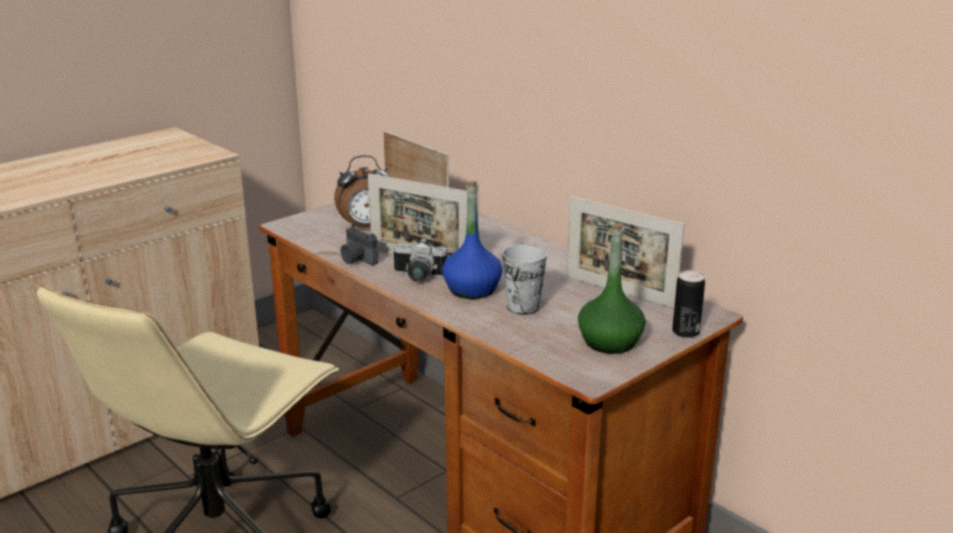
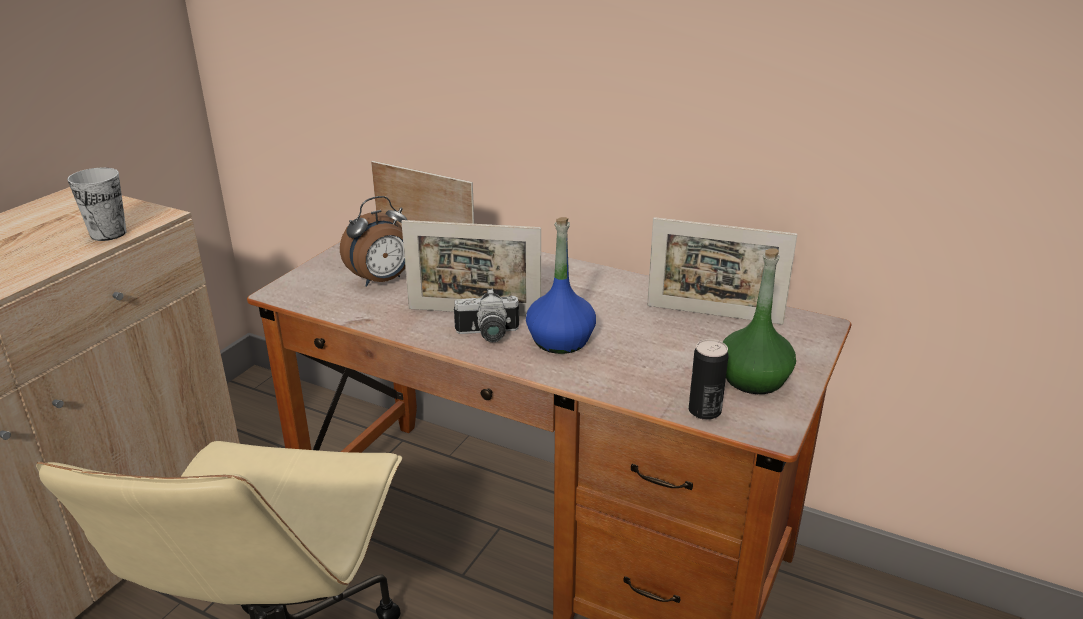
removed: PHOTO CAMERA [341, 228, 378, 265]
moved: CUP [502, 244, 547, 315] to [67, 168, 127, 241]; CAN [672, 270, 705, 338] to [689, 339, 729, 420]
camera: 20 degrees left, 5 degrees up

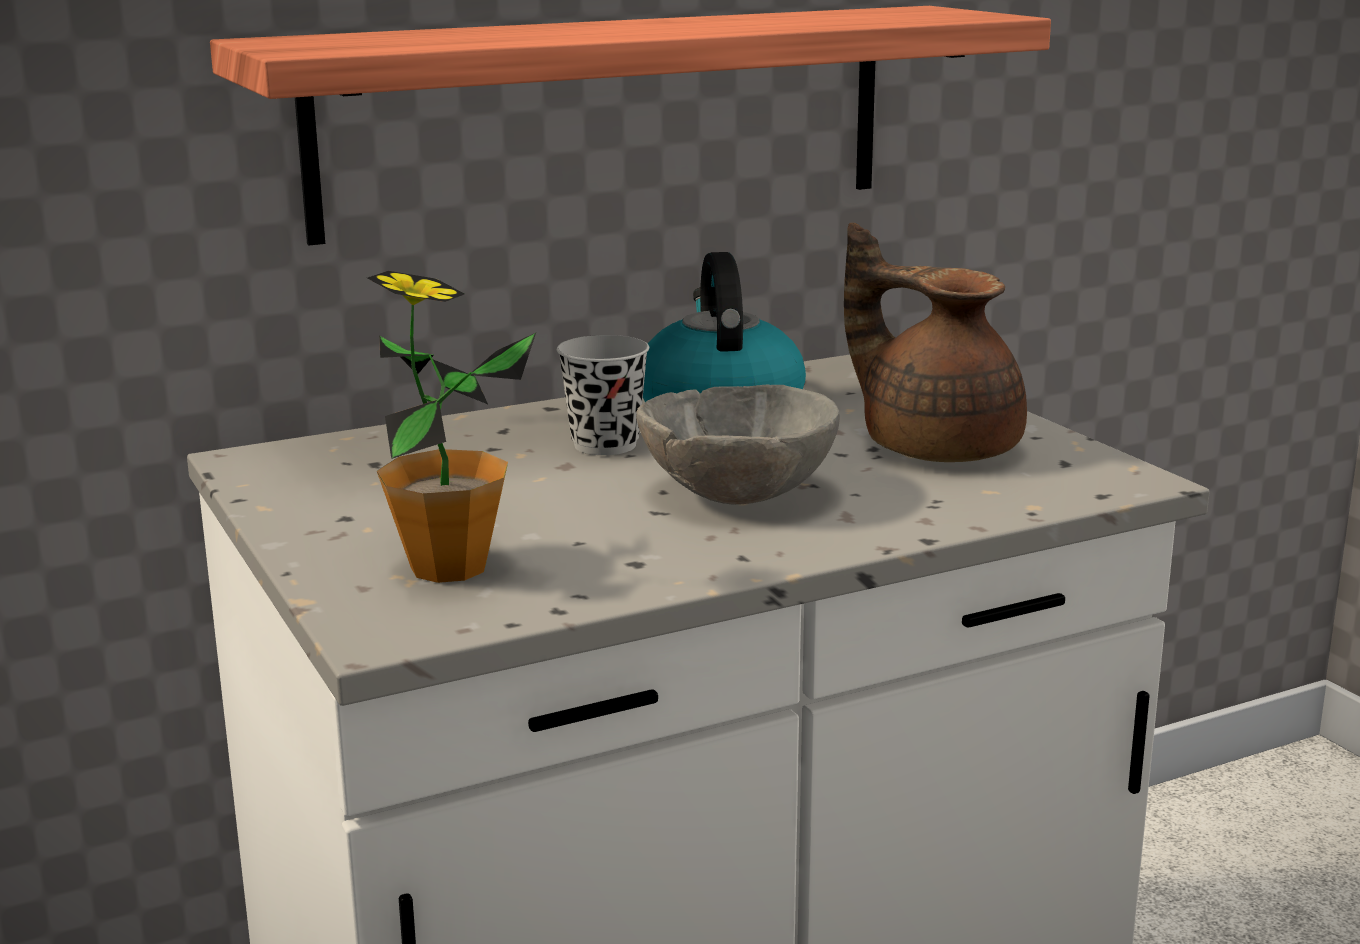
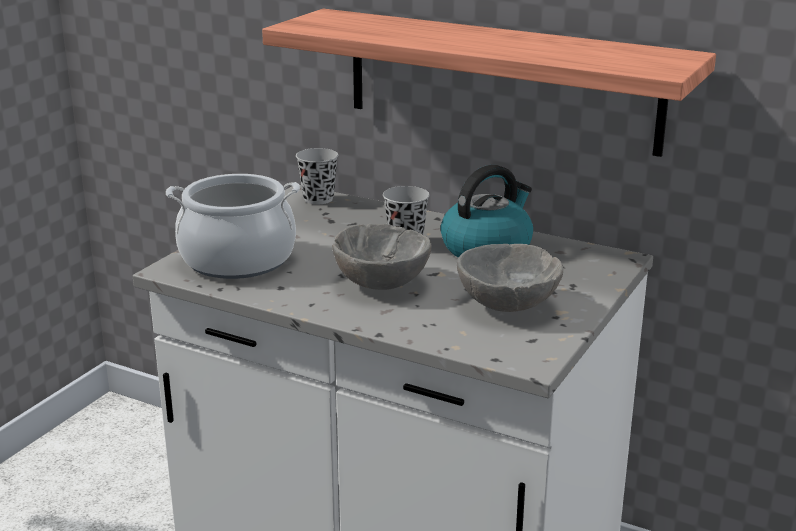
added: BLACK CUP [296, 148, 338, 204]
replaced: POTTED PLANT [368, 271, 536, 583] to COOKING POT [166, 174, 300, 279]; BROWN TEAPOT [844, 223, 1027, 462] to GREY BOWL [457, 244, 563, 312]
camera: 55 degrees right, 5 degrees up

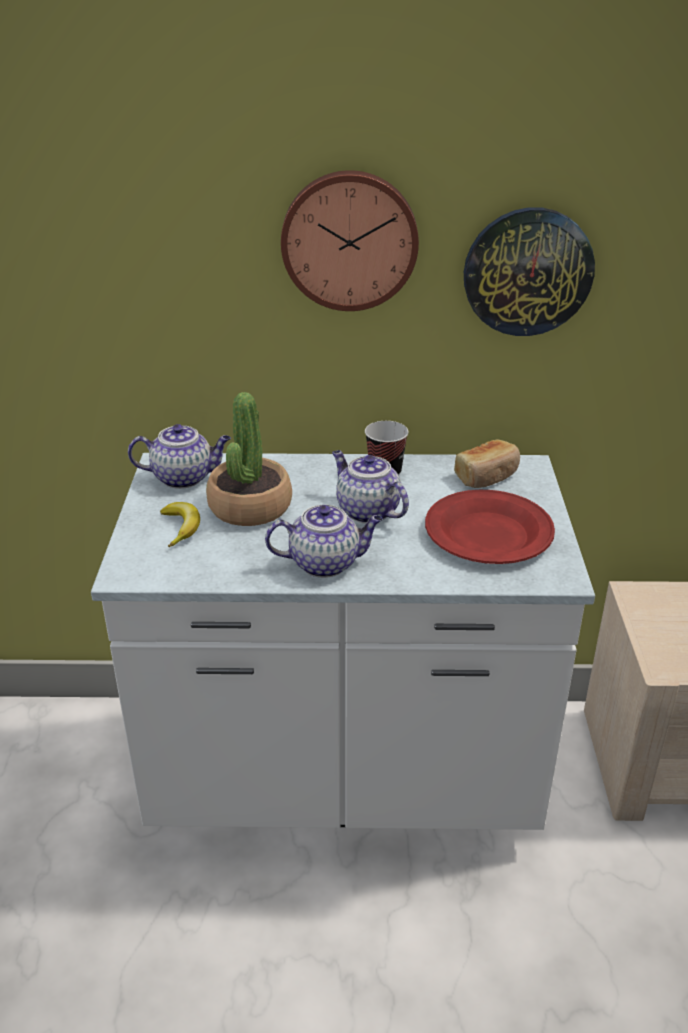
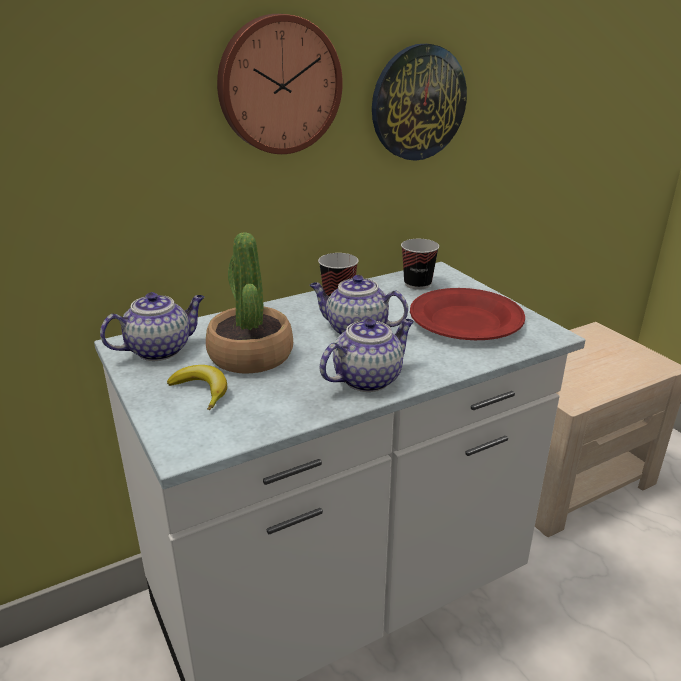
replaced: BREAD [454, 439, 520, 488] to CUP [401, 239, 439, 290]
camera: 30 degrees left, 5 degrees down

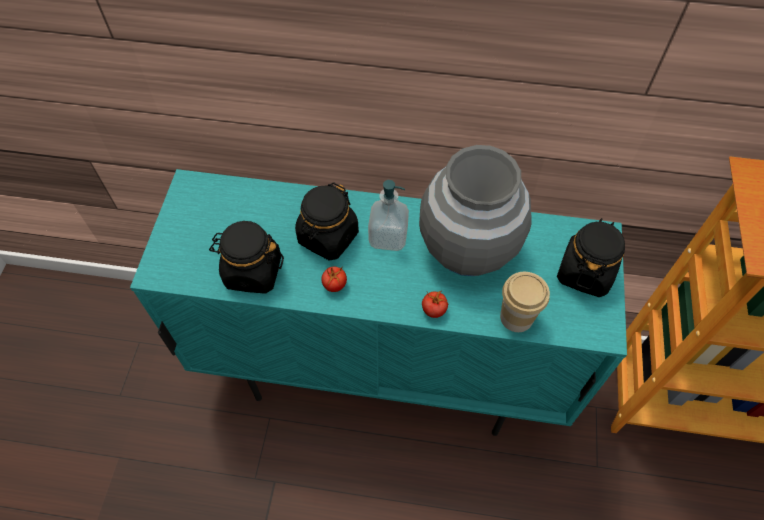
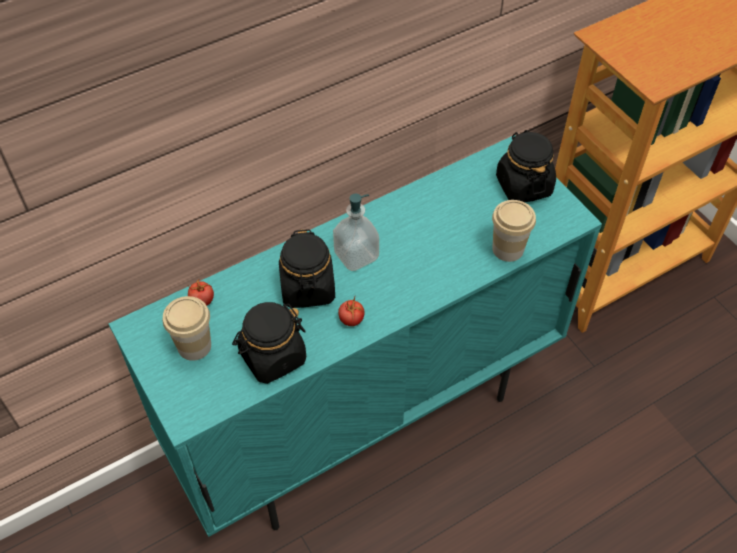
removed: GREY VASE [419, 145, 532, 276]
added: CUP [163, 296, 211, 361]
moved: TOMATO [422, 291, 448, 318] to [188, 279, 214, 306]
camera: 40 degrees left, 5 degrees down

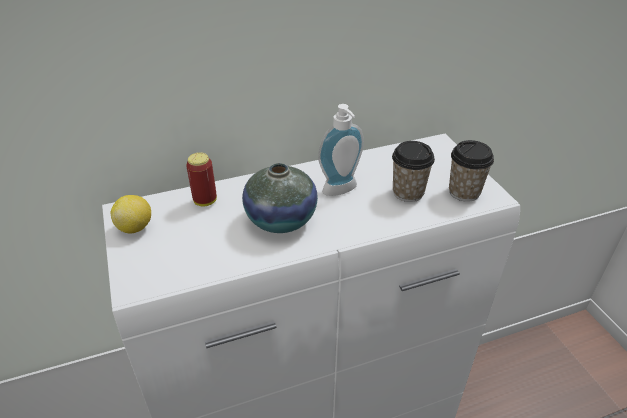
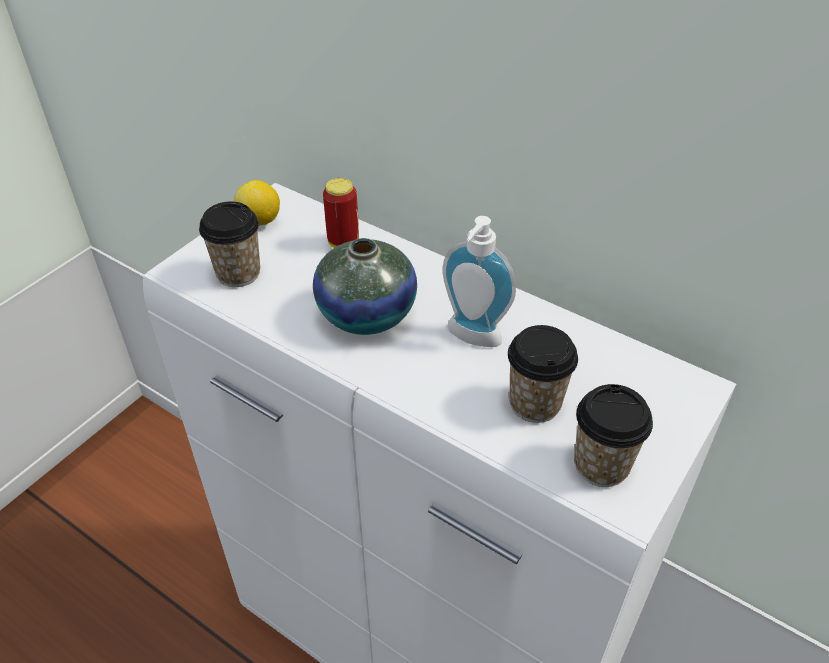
added: CUP [199, 202, 260, 287]
camera: 55 degrees right, 5 degrees up

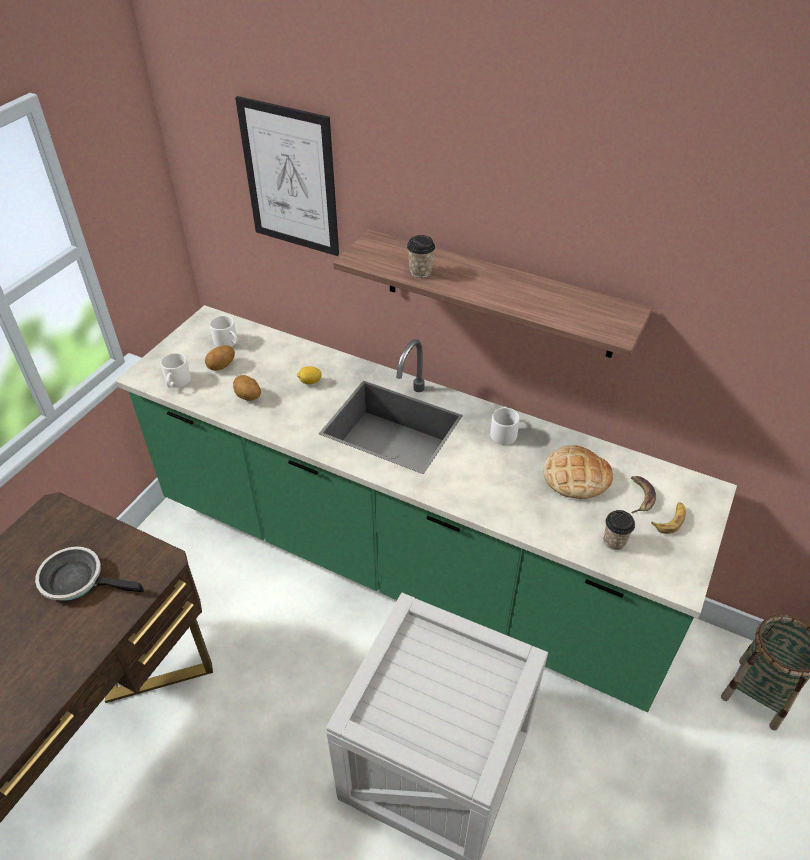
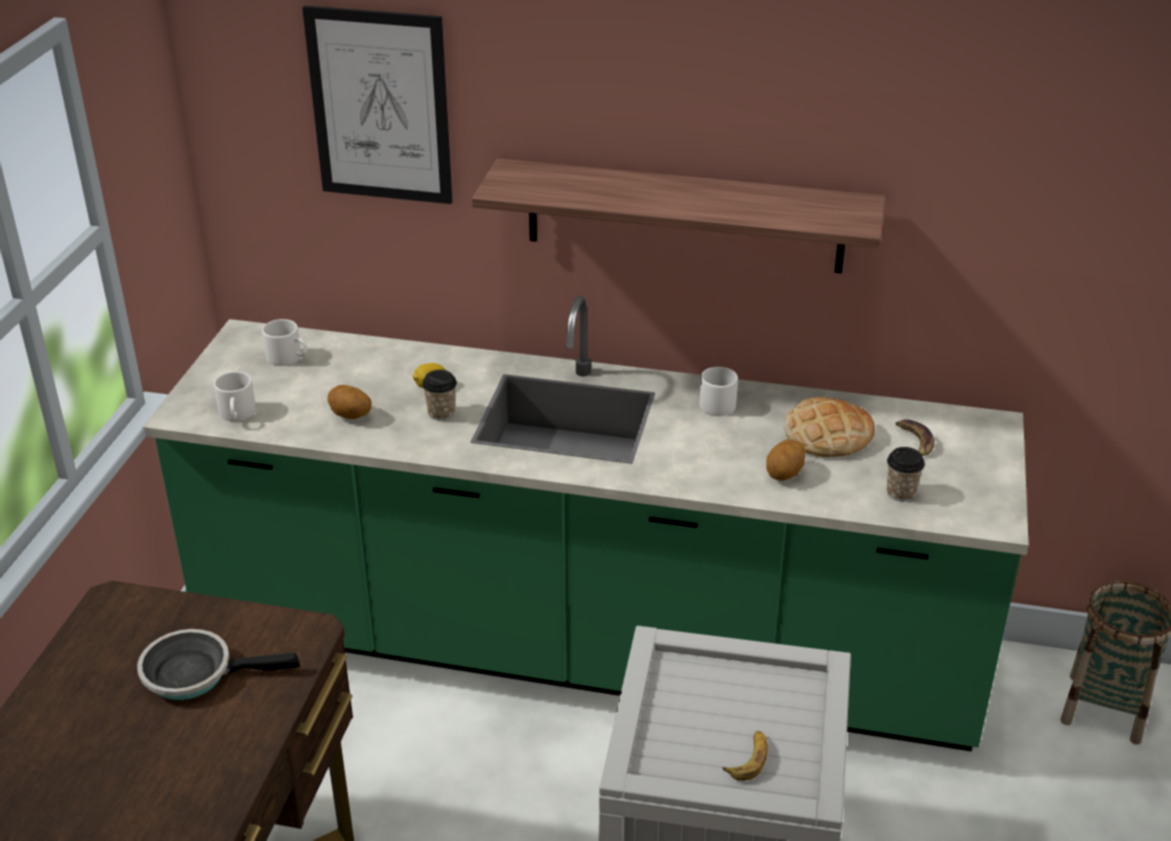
moved: POTATO [205, 345, 235, 371] to [766, 439, 806, 481]; CUP [407, 235, 435, 278] to [422, 370, 457, 421]; BANANA [651, 502, 686, 534] to [722, 731, 768, 781]
camera: 15 degrees left, 10 degrees down

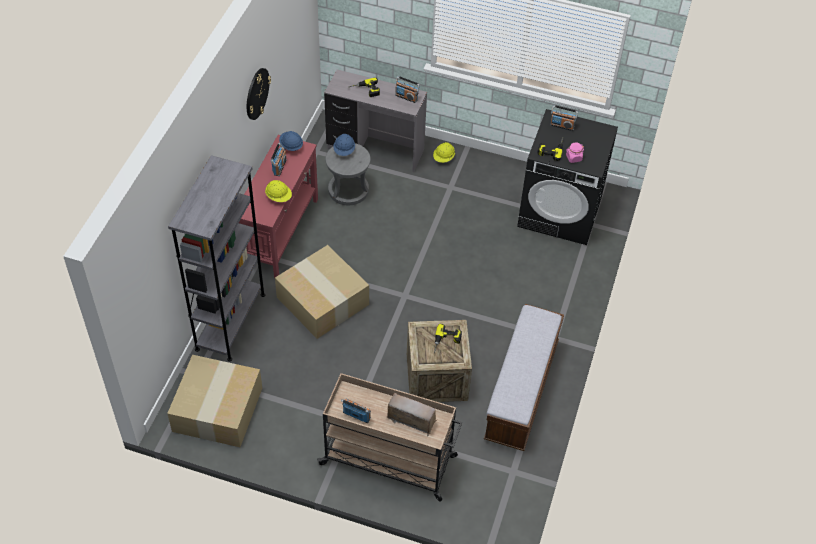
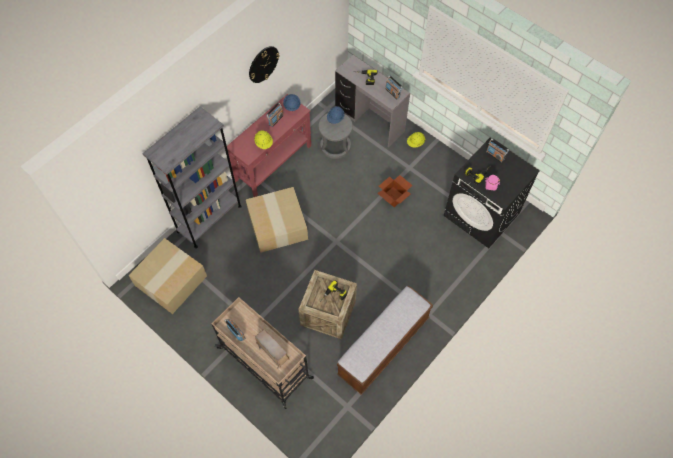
added: CARDBOARD BOX [377, 175, 413, 207]
camera: 25 degrees right, 10 degrees up

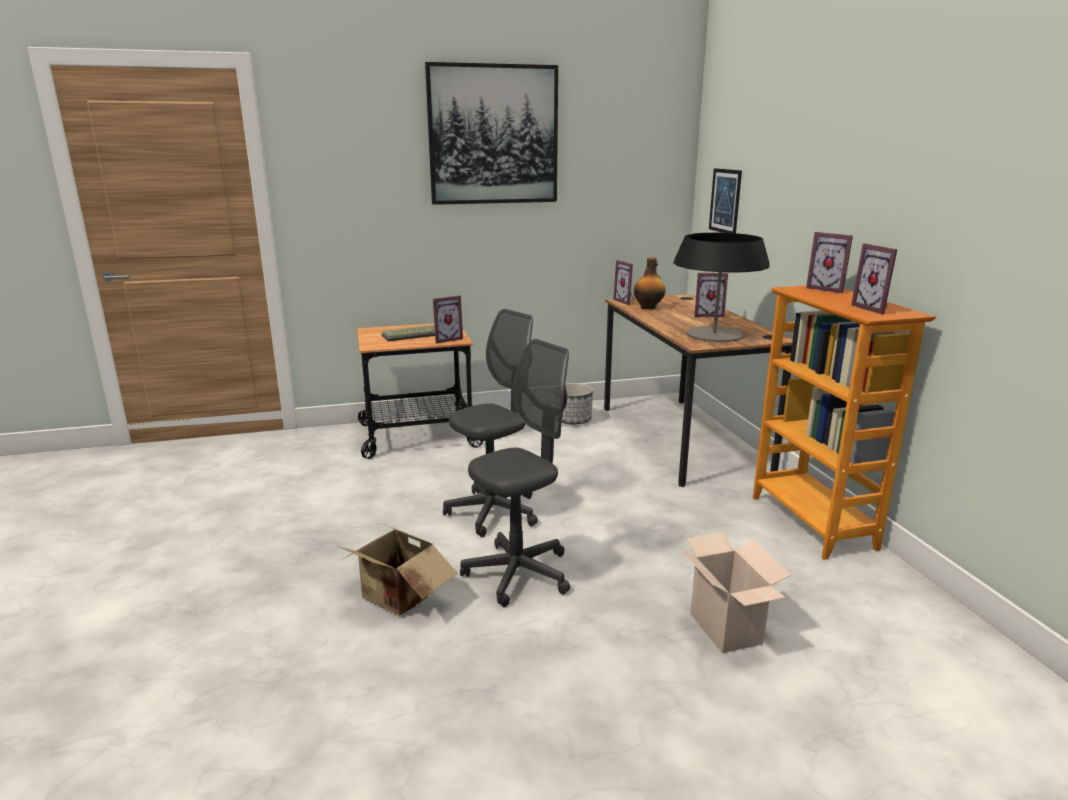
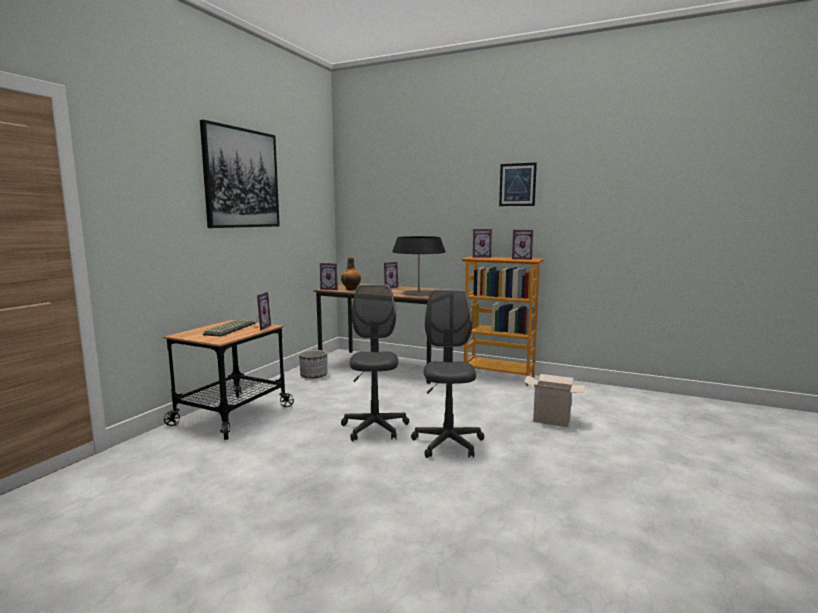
removed: CARDBOARD BOX [337, 522, 458, 616]
moved: PICTURE [709, 168, 742, 233] to [499, 162, 537, 206]
camera: 50 degrees left, 10 degrees down

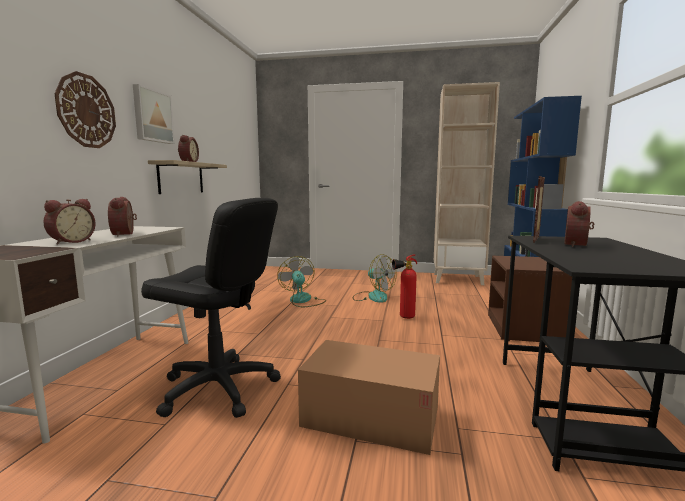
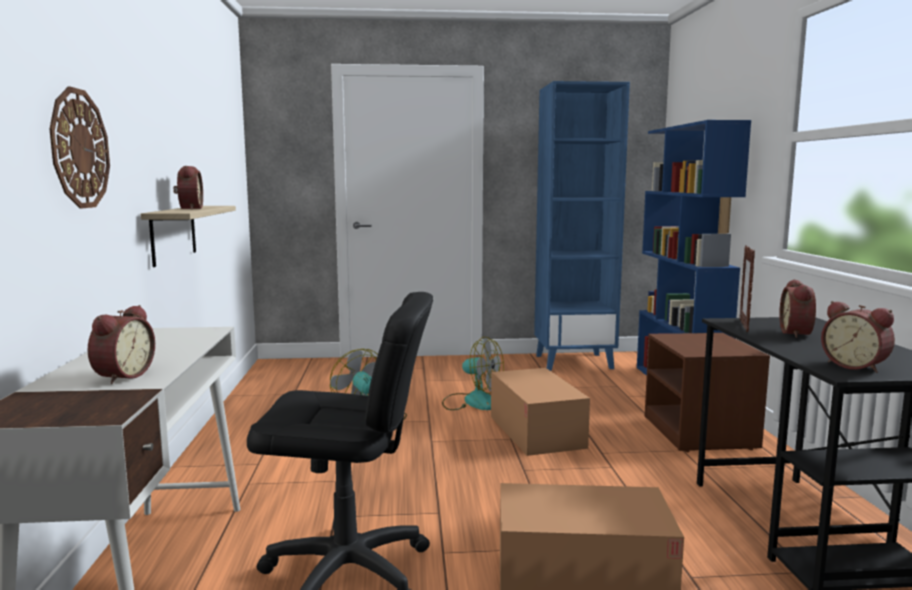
removed: PICTURE [133, 84, 175, 144]
moved: ALARM CLOCK [108, 197, 137, 236] to [821, 301, 895, 373]
replaced: FIRE EXTINGUISHER [392, 255, 417, 319] to CARDBOARD BOX [491, 368, 590, 456]
recoloured: BEIGE BOOKCASE [434, 82, 500, 285] to BLUE BOOKCASE [534, 81, 630, 371]
camera: 15 degrees left, 0 degrees up

